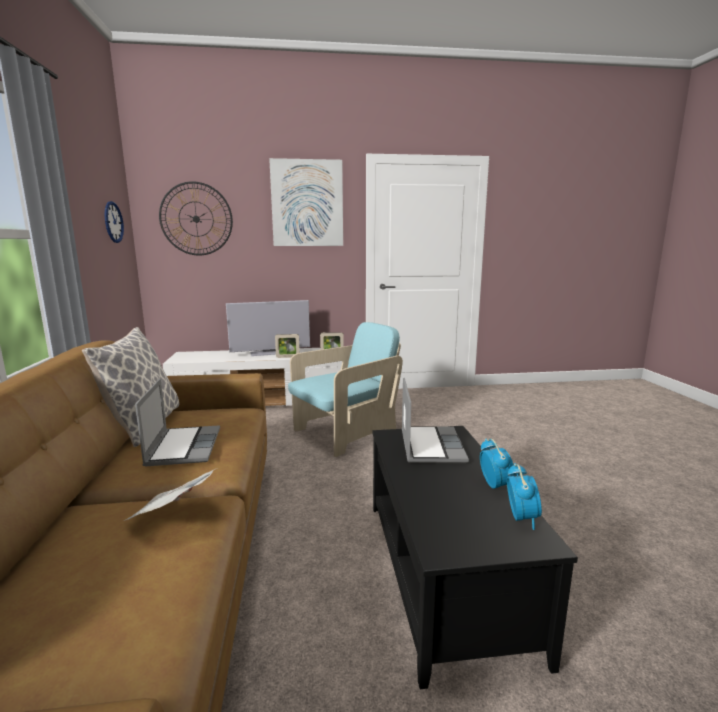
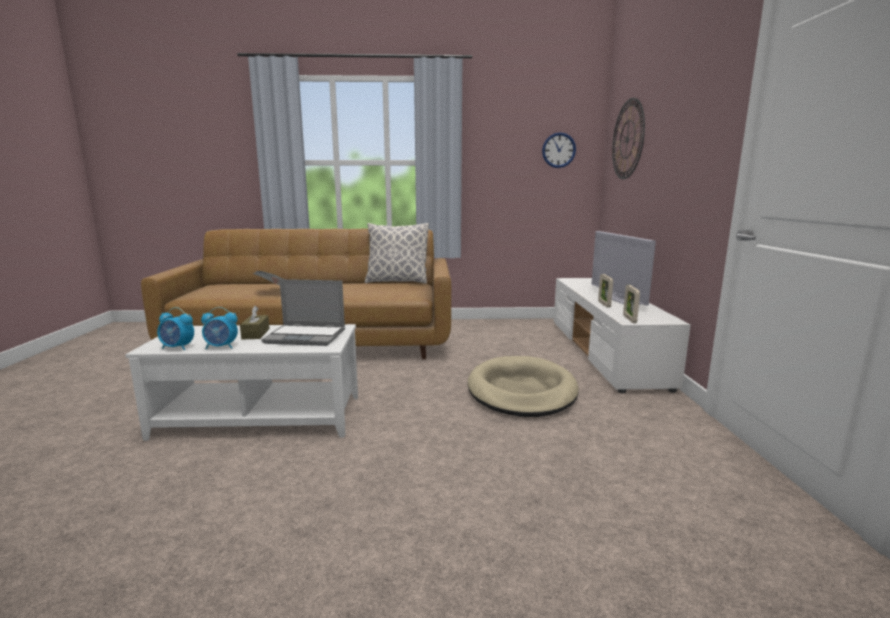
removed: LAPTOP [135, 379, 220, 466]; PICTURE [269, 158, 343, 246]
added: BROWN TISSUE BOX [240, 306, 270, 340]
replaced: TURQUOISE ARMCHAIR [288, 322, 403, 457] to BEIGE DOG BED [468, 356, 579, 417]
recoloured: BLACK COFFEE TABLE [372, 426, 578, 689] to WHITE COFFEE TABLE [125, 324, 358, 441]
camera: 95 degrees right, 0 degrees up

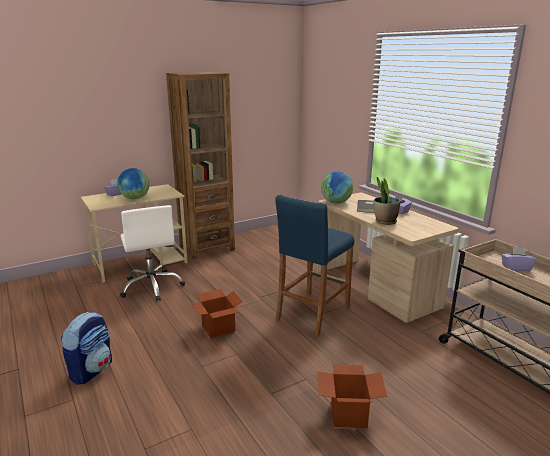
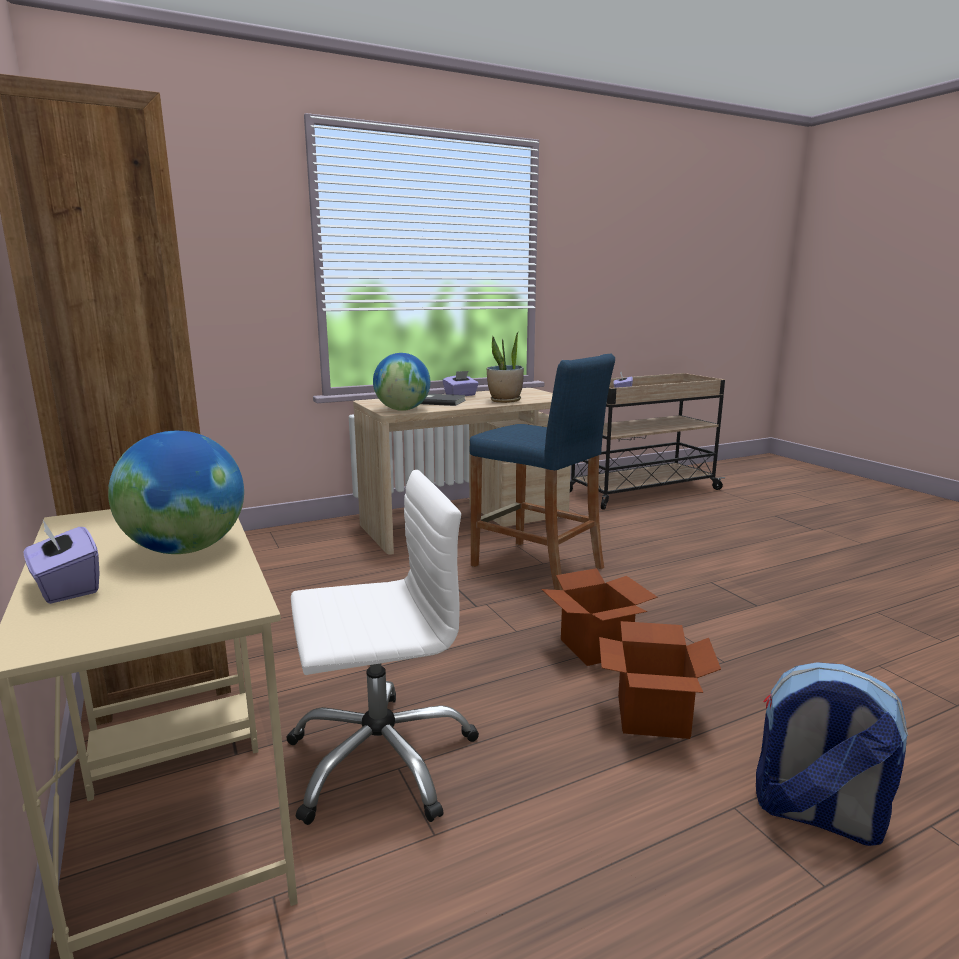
moved: CARDBOARD BOX [317, 364, 388, 428] to [599, 621, 721, 739]
camera: 85 degrees left, 5 degrees down

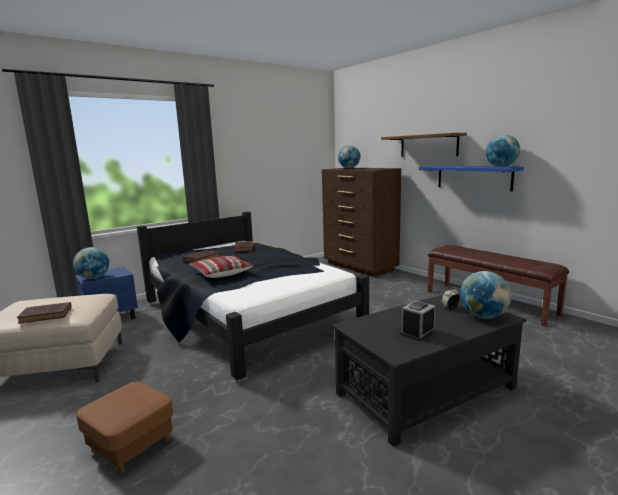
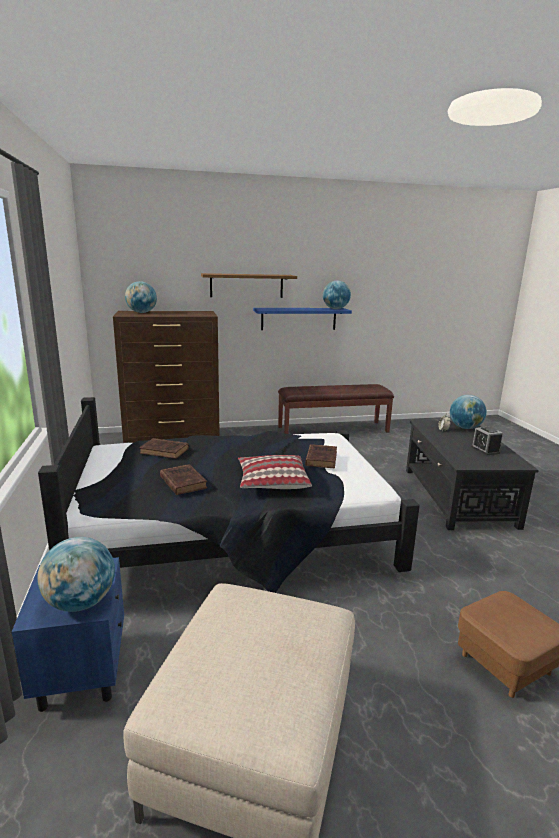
moved: BROWN BOOK [17, 302, 72, 324] to [305, 444, 337, 468]
camera: 65 degrees left, 5 degrees up

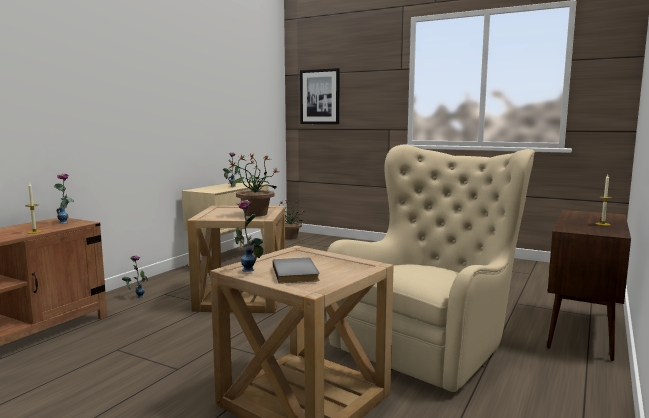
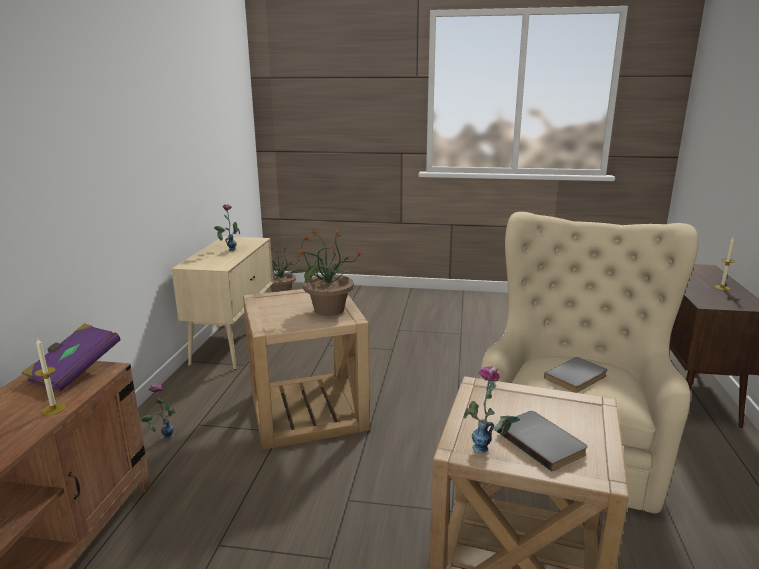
removed: PICTURE [300, 68, 340, 124]
added: GREY BOOK [544, 357, 607, 393]
replaced: VASE [54, 173, 74, 224] to PURPLE BOOK [22, 323, 121, 392]
camera: 20 degrees left, 10 degrees up

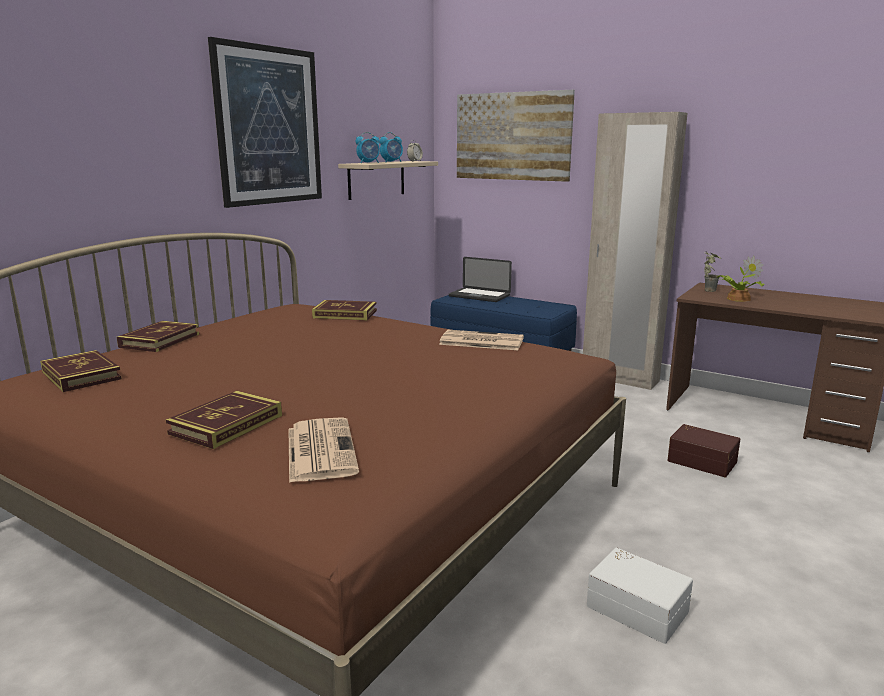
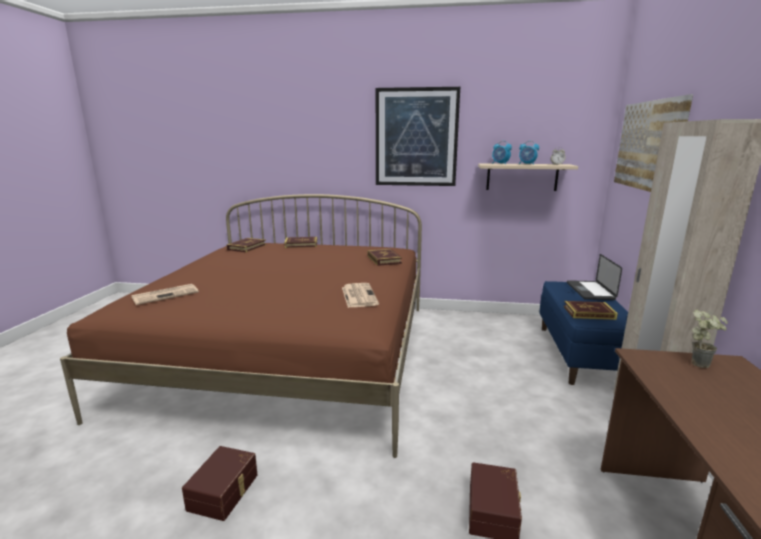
removed: POTTED PLANT [717, 256, 764, 302]
moved: BOOK [166, 391, 282, 449] to [564, 301, 618, 320]
recoloured: WHITE STORAGE BOX [587, 548, 693, 644] to BROWN STORAGE BOX [182, 446, 257, 521]
camera: 65 degrees right, 0 degrees up

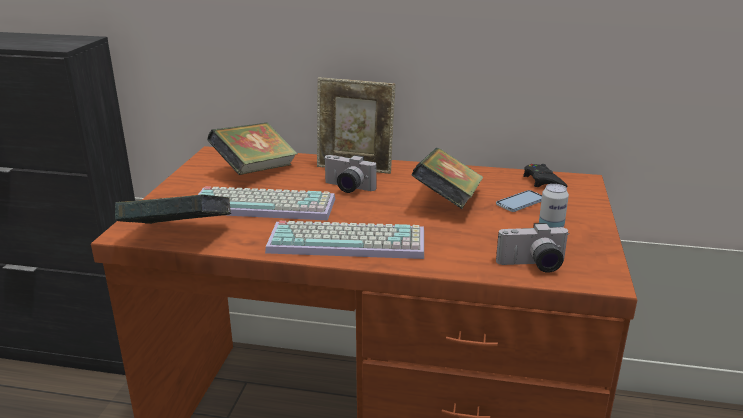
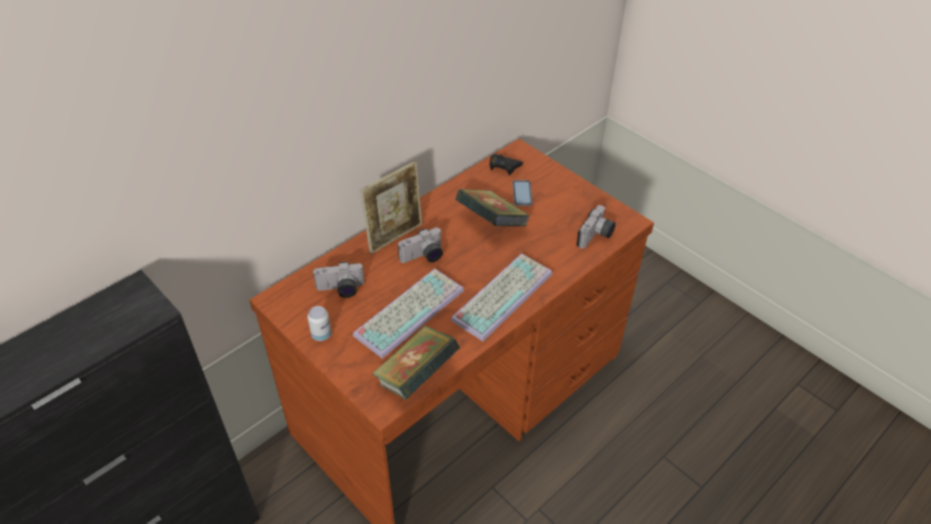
moved: CAN [539, 184, 569, 228] to [307, 306, 331, 341]
replaced: BOOK [207, 122, 298, 175] to PHOTO CAMERA [313, 261, 364, 298]
camera: 55 degrees left, 20 degrees up

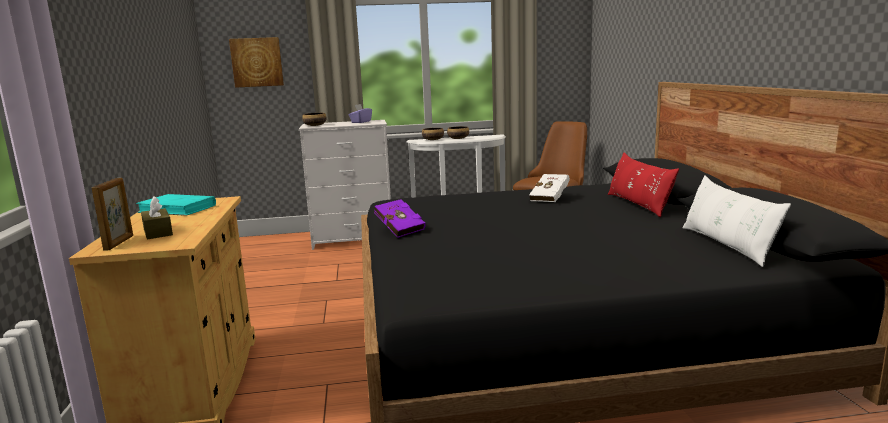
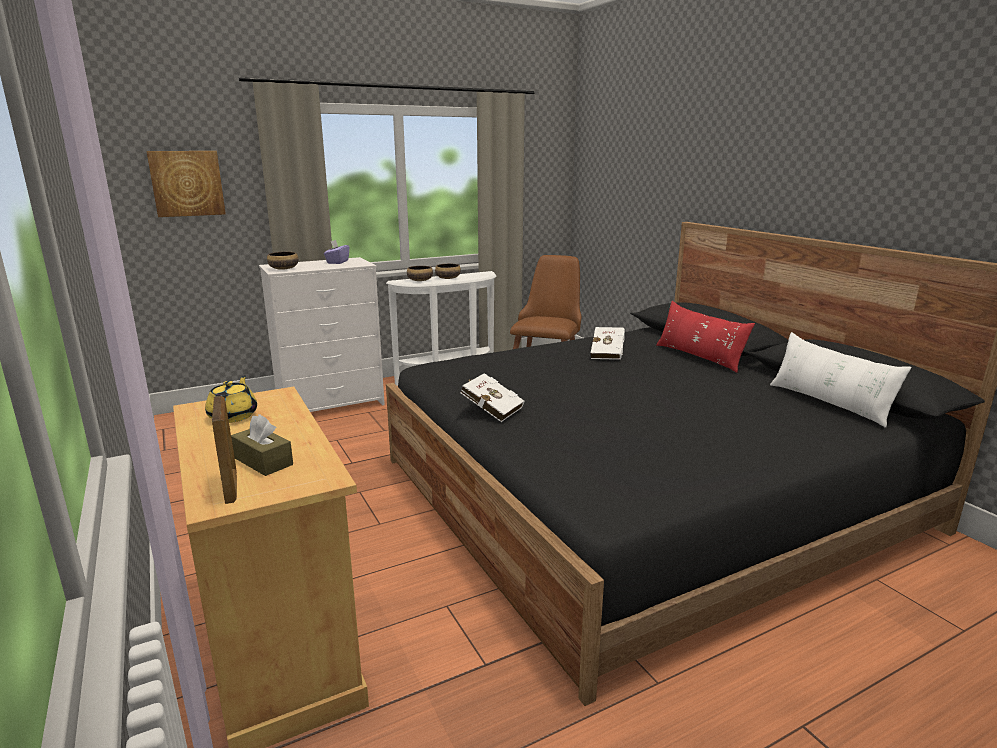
replaced: TURQUOISE BOOK [136, 194, 216, 216] to YELLOW TEAPOT [205, 375, 257, 423]
recoloured: PURPLE BOOK [374, 199, 426, 238] to WHITE BOOK [460, 373, 524, 422]
camera: 20 degrees left, 5 degrees up

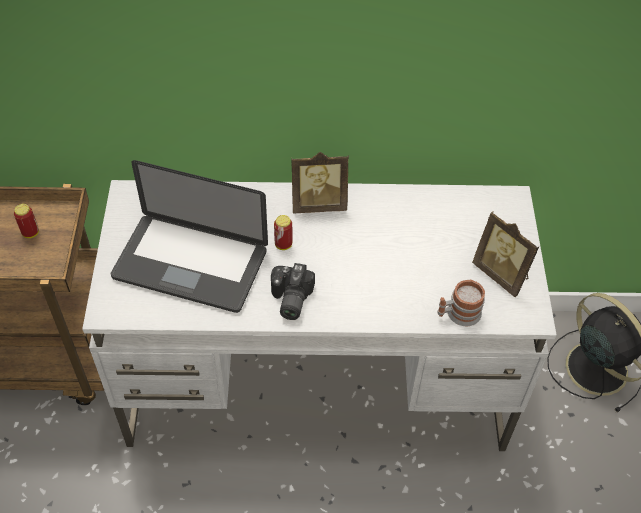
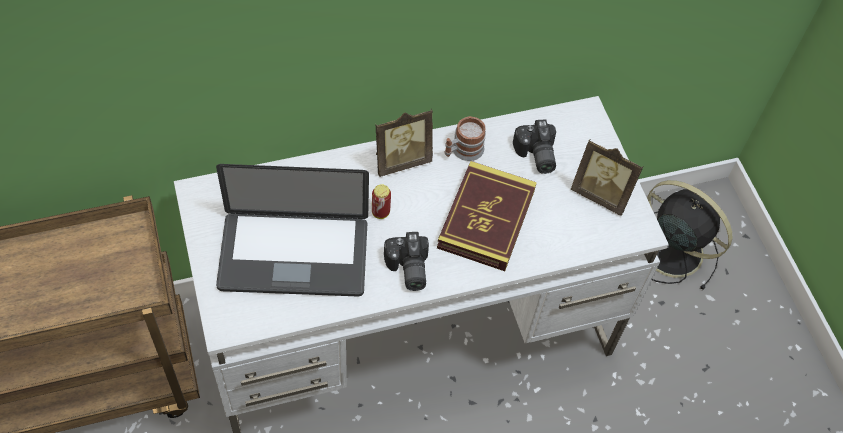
removed: CAN [14, 204, 39, 238]
added: BOOK [437, 161, 537, 271]; PHOTO CAMERA [513, 120, 556, 174]
moved: MUG [437, 280, 485, 326] to [445, 116, 486, 161]
camera: 20 degrees left, 5 degrees up

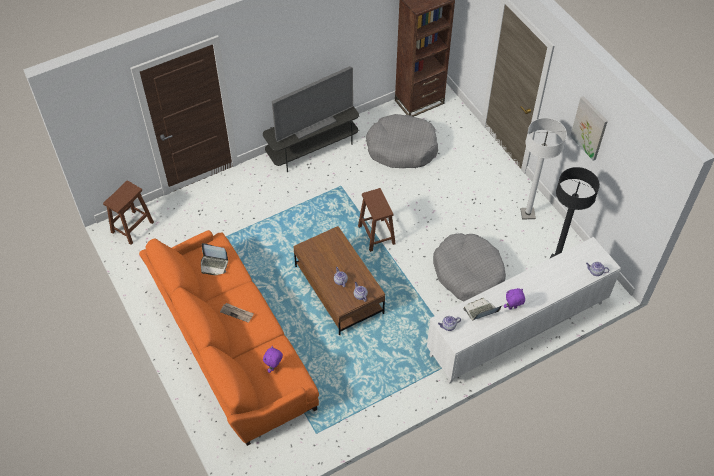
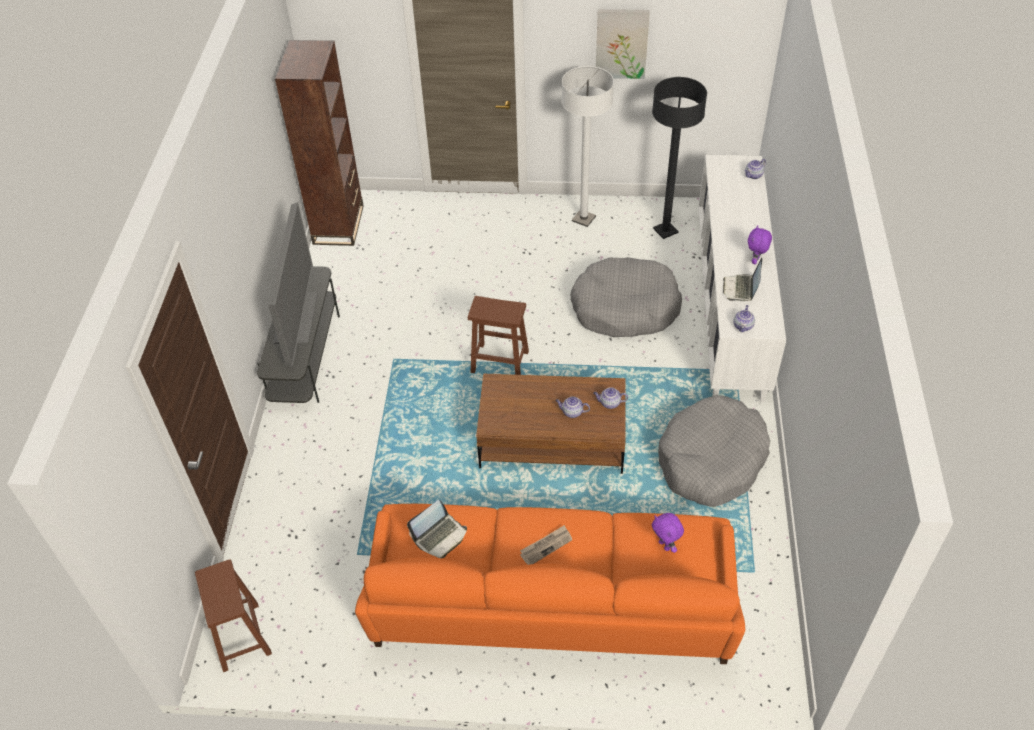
moved: GREY DOG BED [366, 114, 438, 168] to [658, 395, 770, 507]
camera: 55 degrees left, 5 degrees down

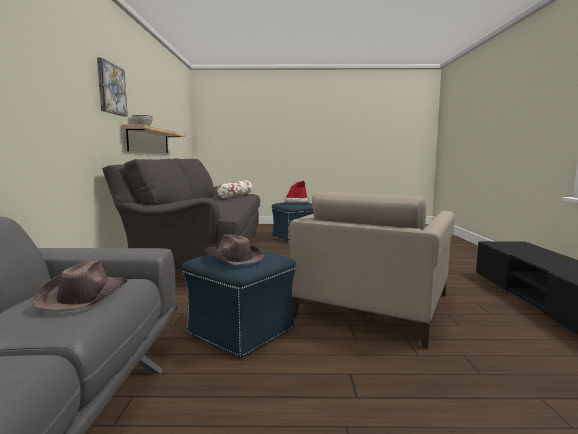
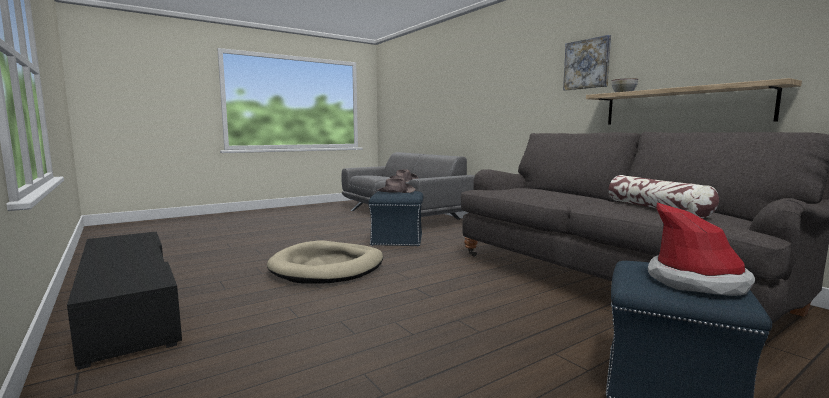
replaced: BEIGE ARMCHAIR [289, 191, 455, 349] to BEIGE DOG BED [267, 240, 383, 284]
camera: 145 degrees right, 0 degrees up

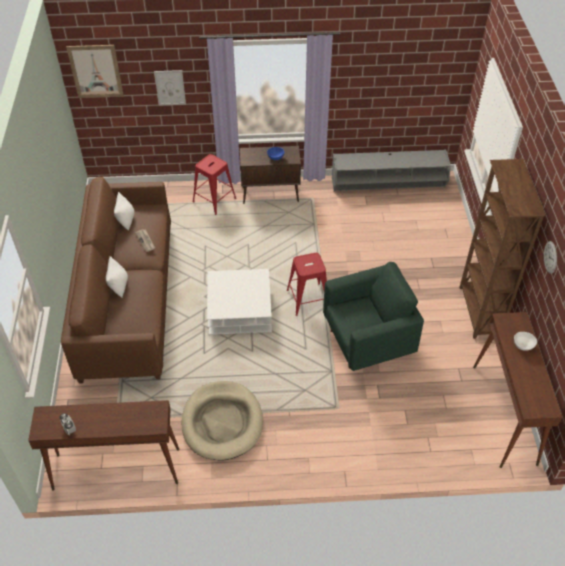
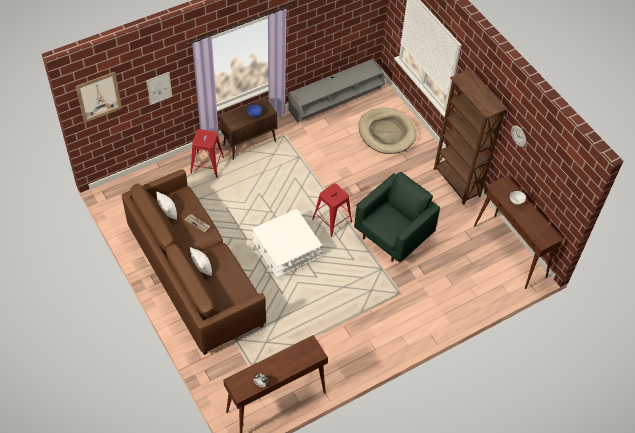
moved: BEIGE DOG BED [182, 381, 263, 461] to [359, 108, 417, 154]
camera: 30 degrees left, 5 degrees up

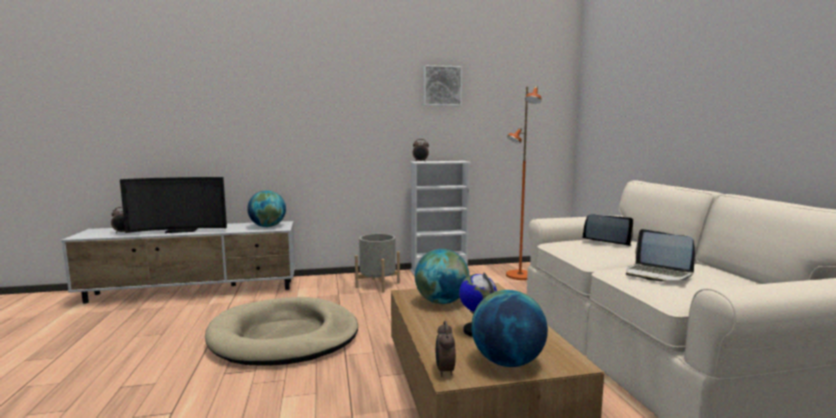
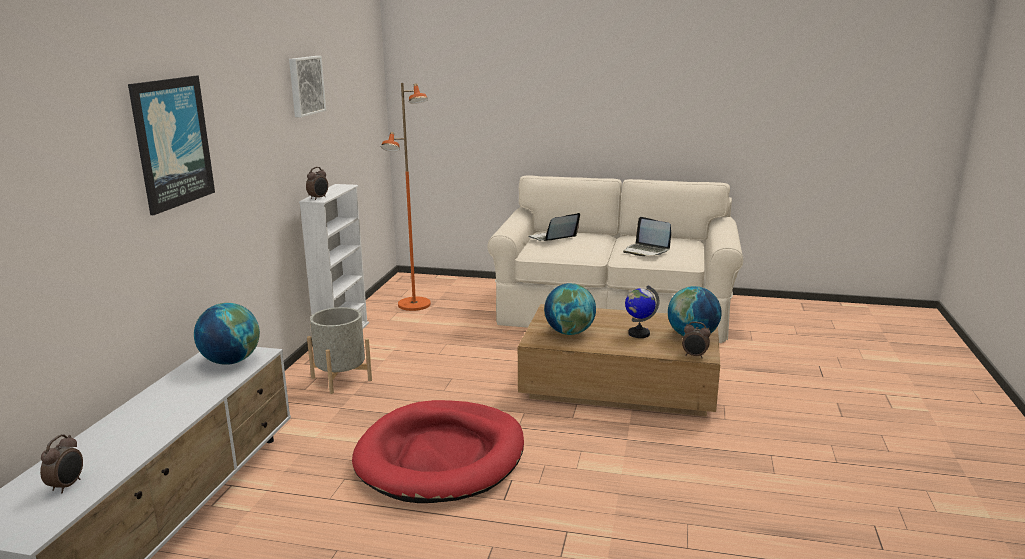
removed: TELEVISION [120, 177, 227, 233]
added: PICTURE [128, 76, 215, 215]
recoloured: BEIGE DOG BED [205, 297, 358, 366] to RED DOG BED [352, 400, 524, 503]
turned: LAPTOP [626, 229, 695, 281] = [623, 217, 671, 256] 60 degrees clockwise
camera: 65 degrees left, 10 degrees up

